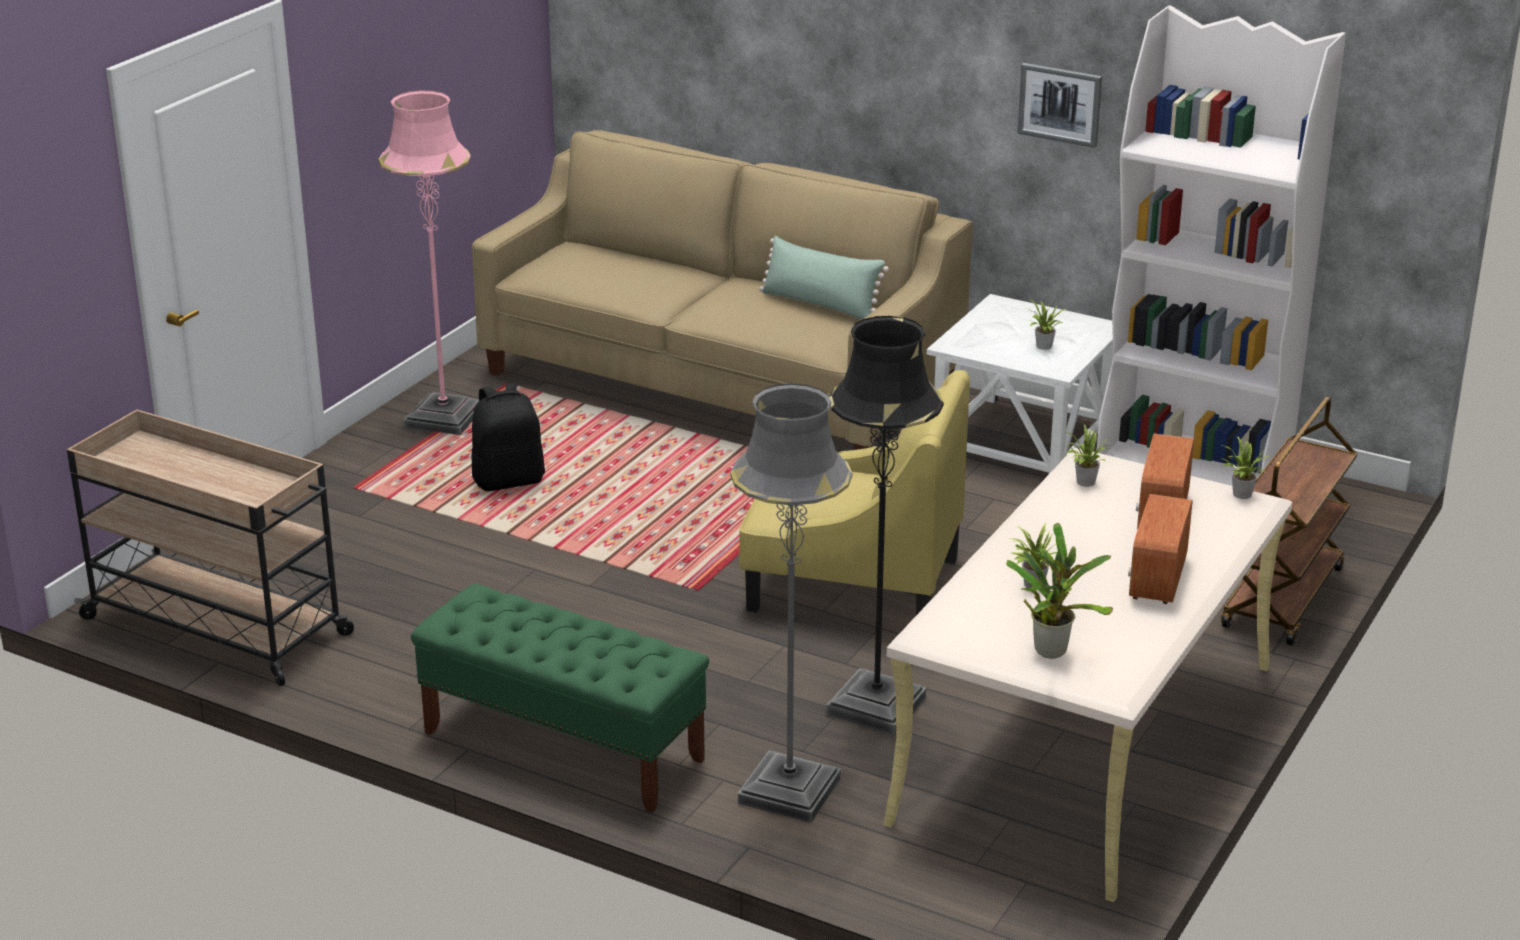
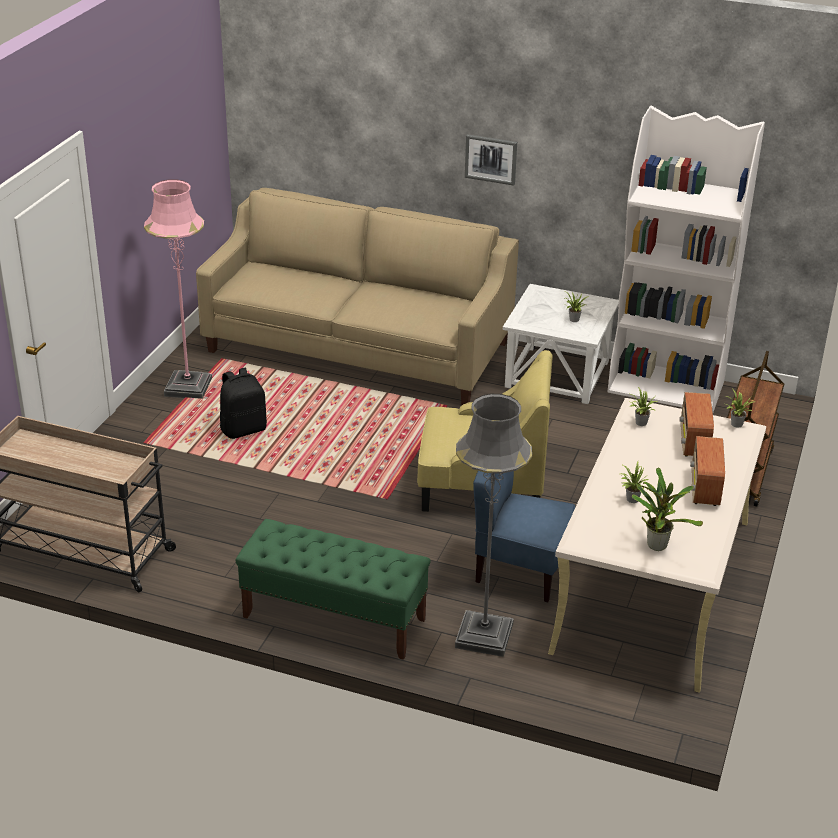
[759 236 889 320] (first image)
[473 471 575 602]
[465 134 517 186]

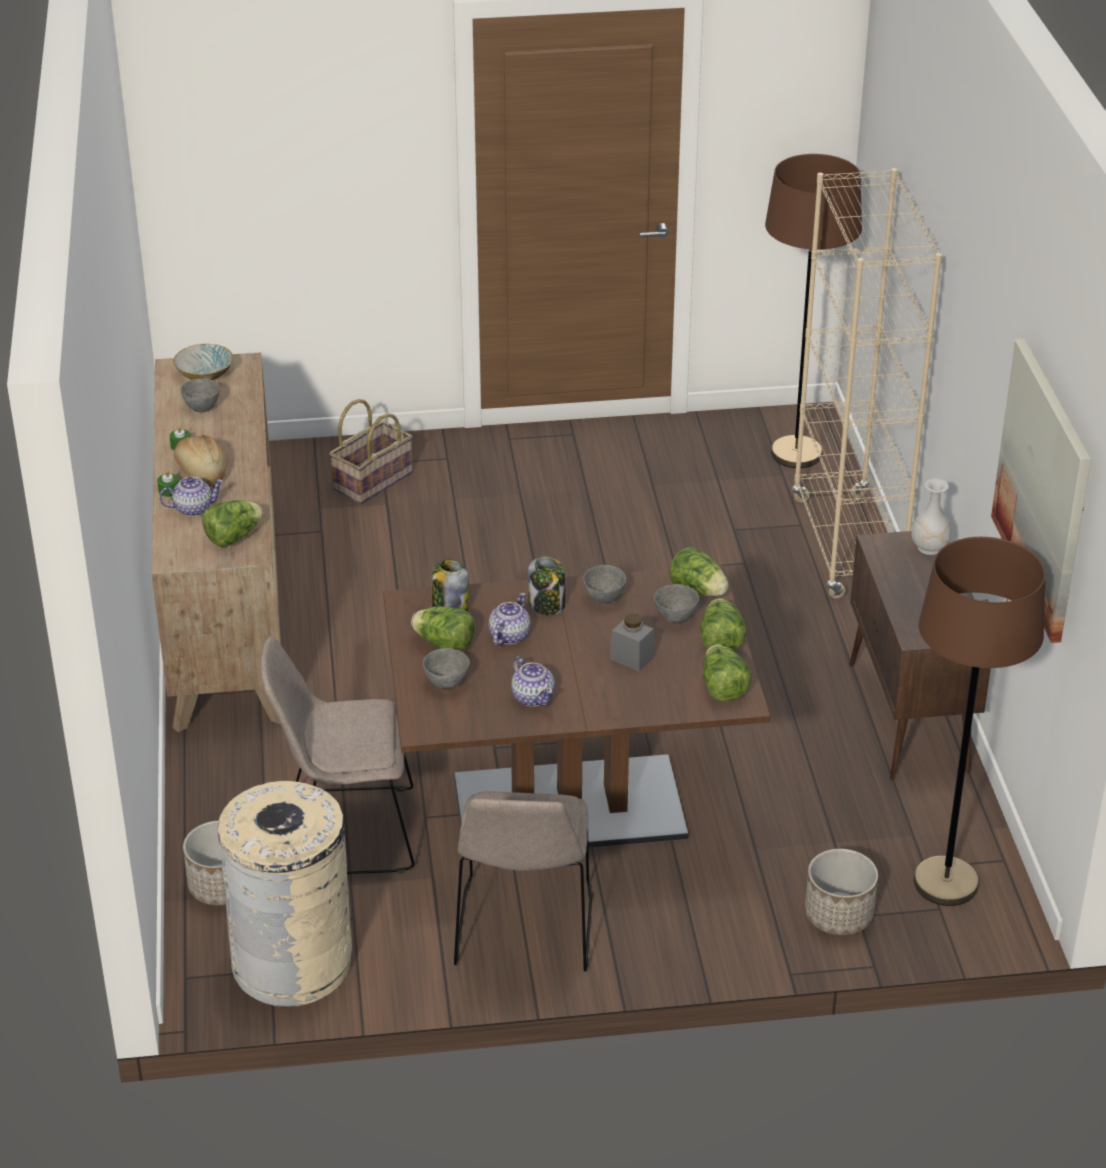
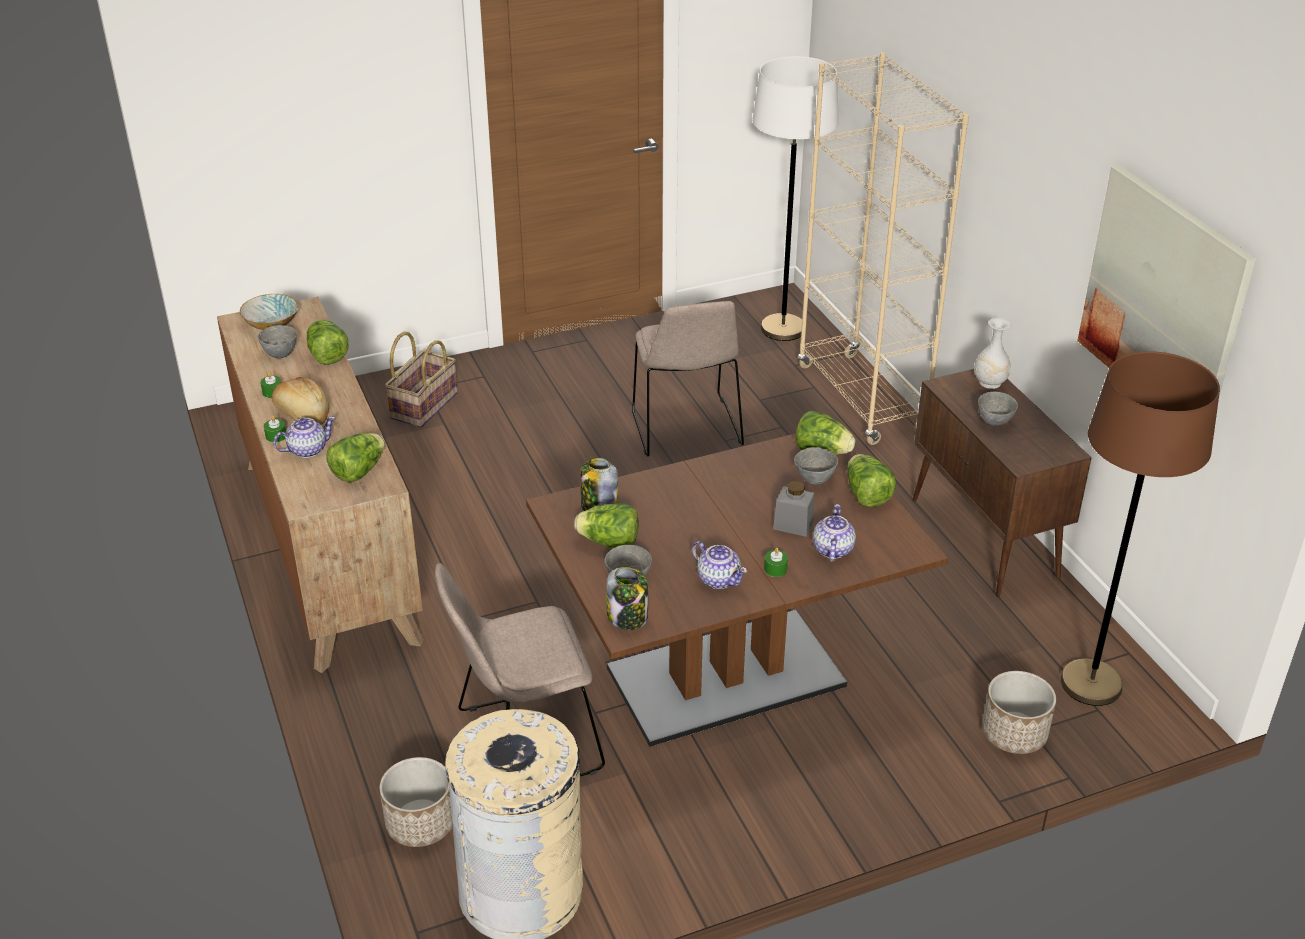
[632 301 744 457]
[813 504 856 562]
[607 567 648 630]
[978 392 1018 426]
[307 320 348 365]
[752 56 839 341]
[764 548 788 577]

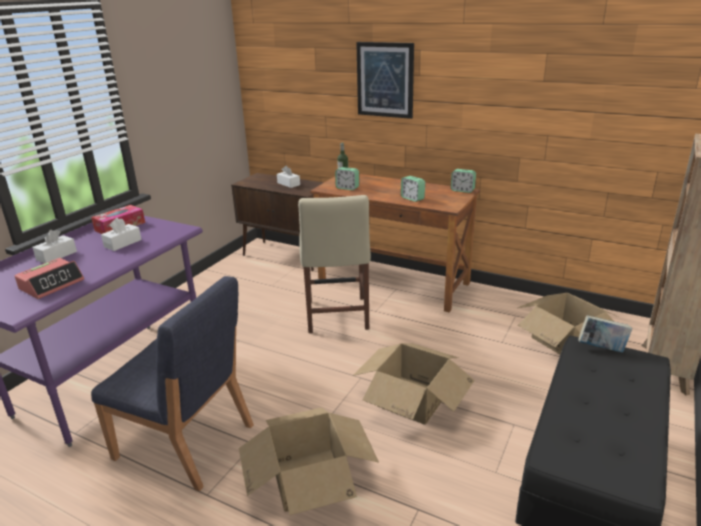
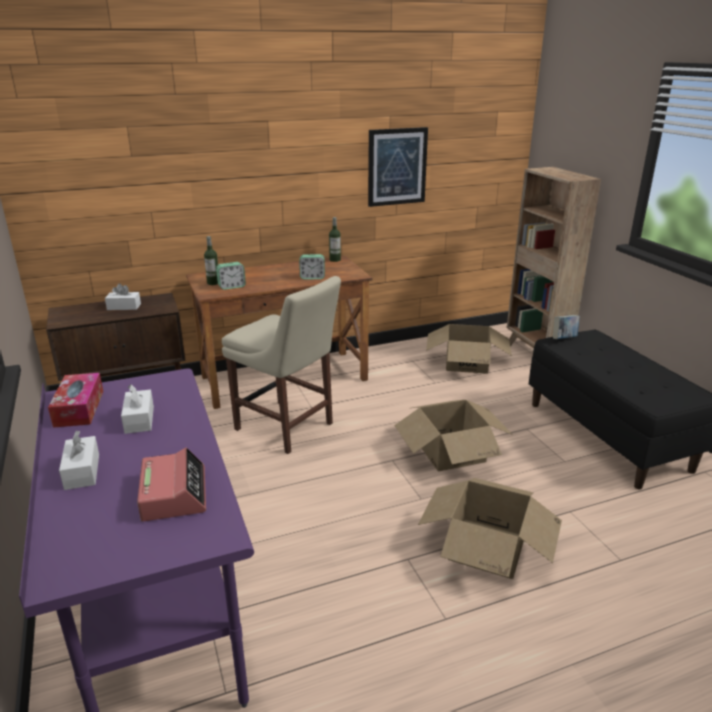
[91 276 254 491] (first image)
[368 127 428 207]
[329 217 341 262]

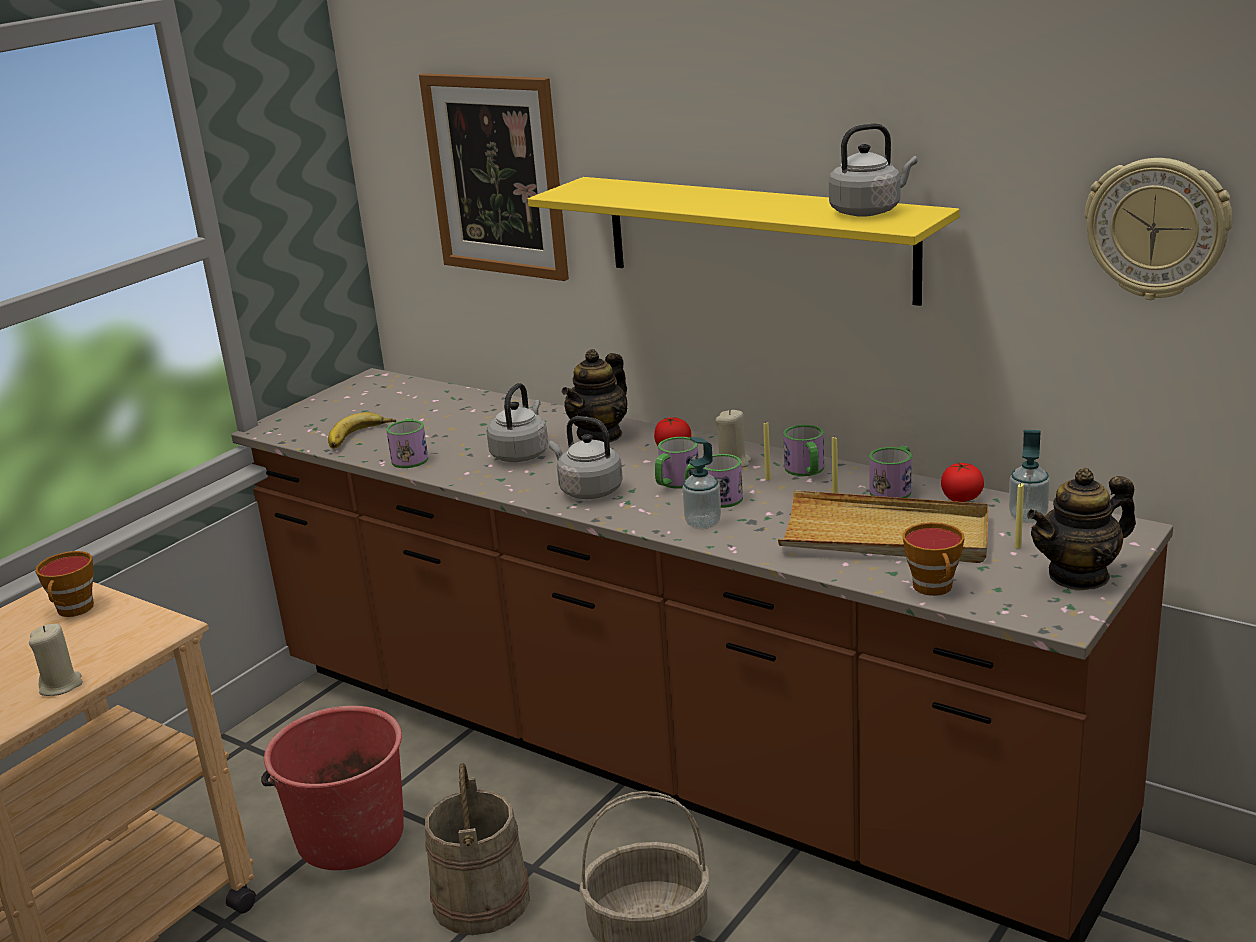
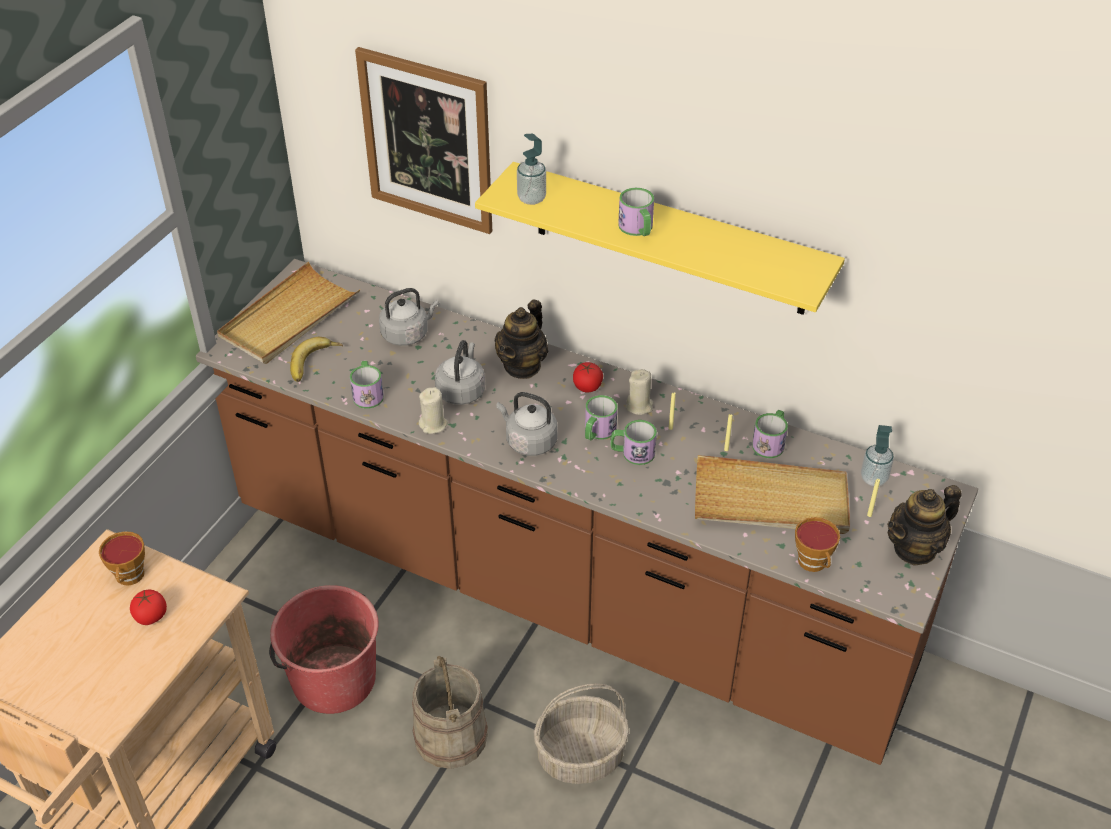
[419 387 448 434]
[517 134 546 205]
[618 188 654 236]
[379 288 439 346]
[130 590 167 625]
[1085 158 1232 300] (first image)
[217 262 360 364]

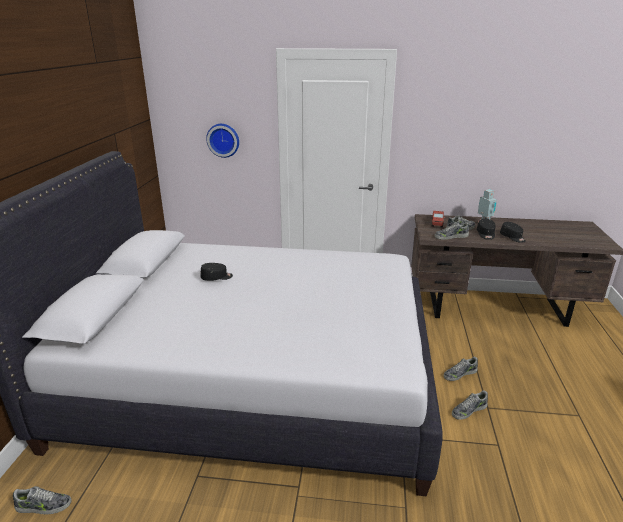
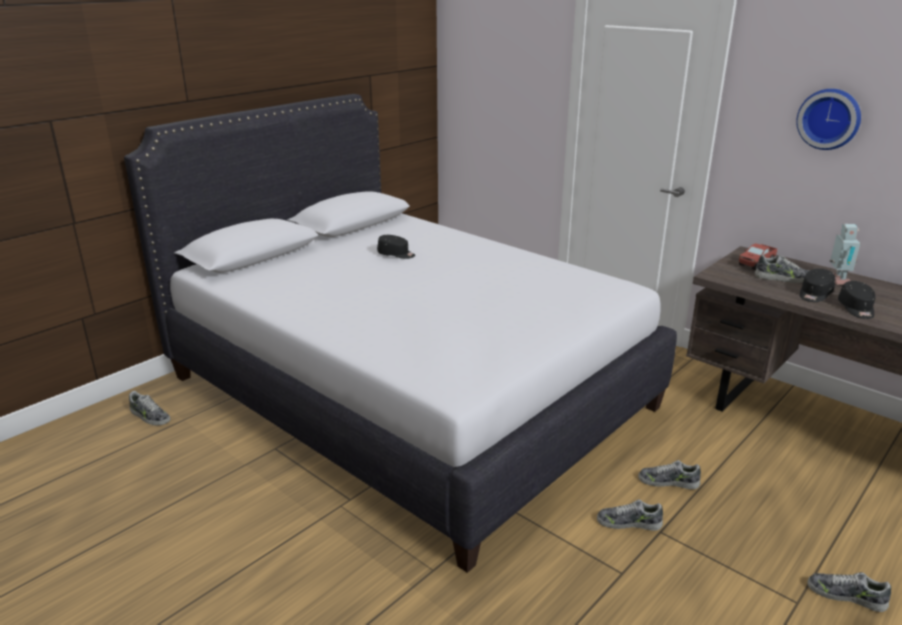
[796 89 861 150]
[807 572 891 612]

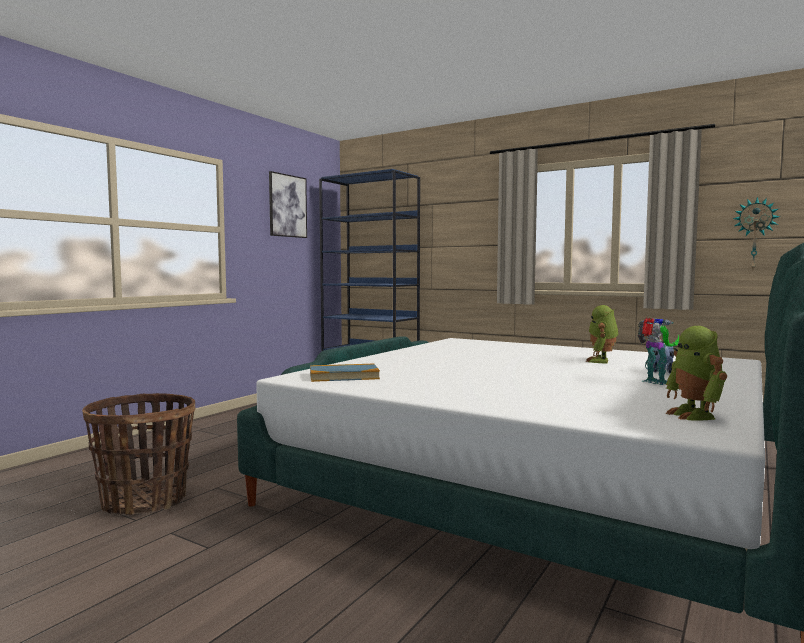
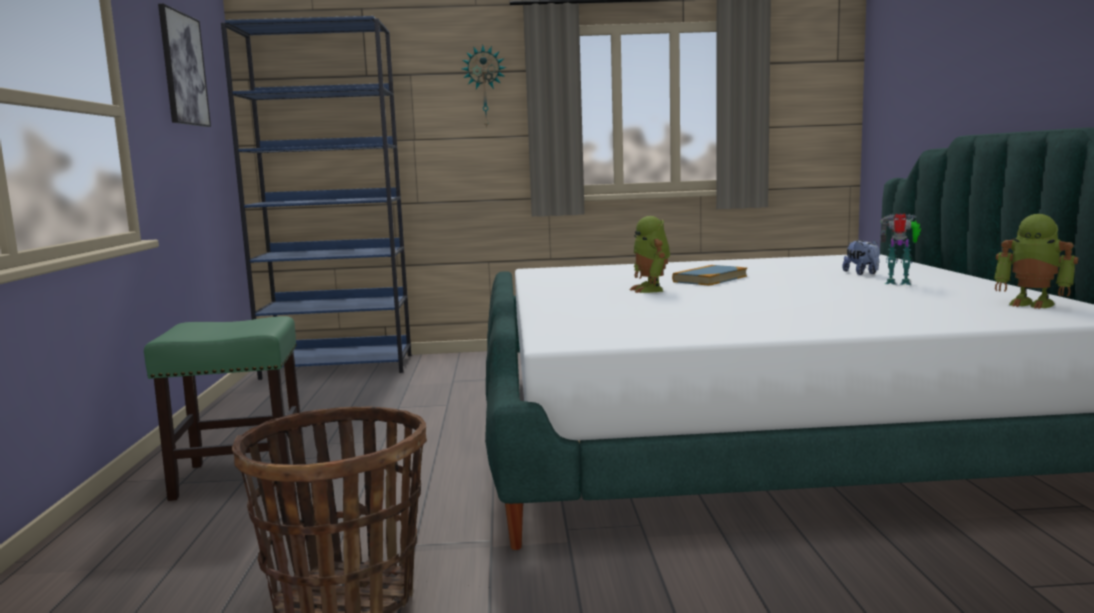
[672 265 747 286]
[630 216 670 293]
[462 45 506 129]
[144 316 305 501]

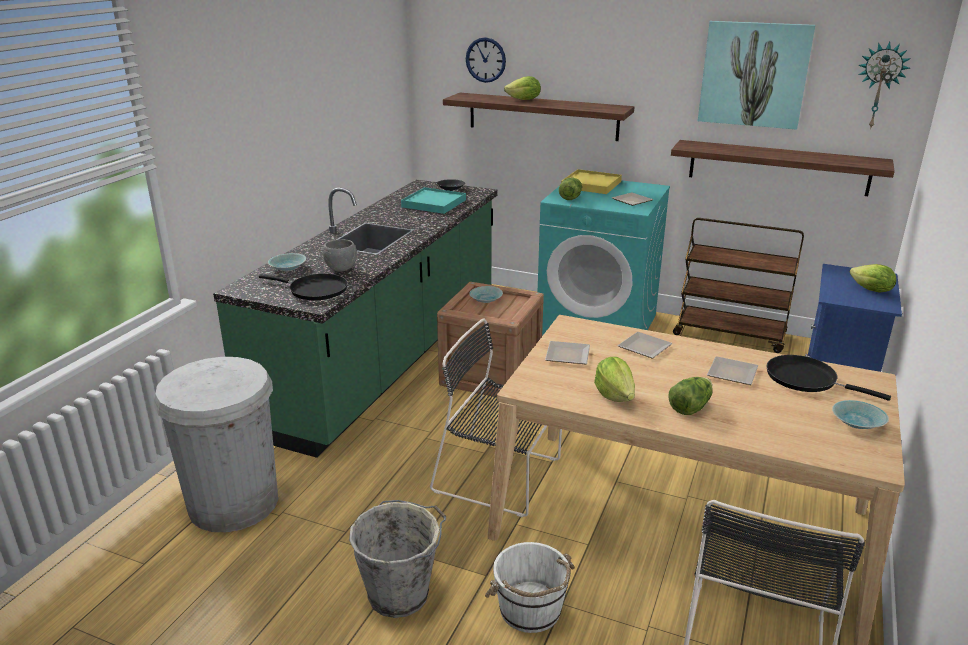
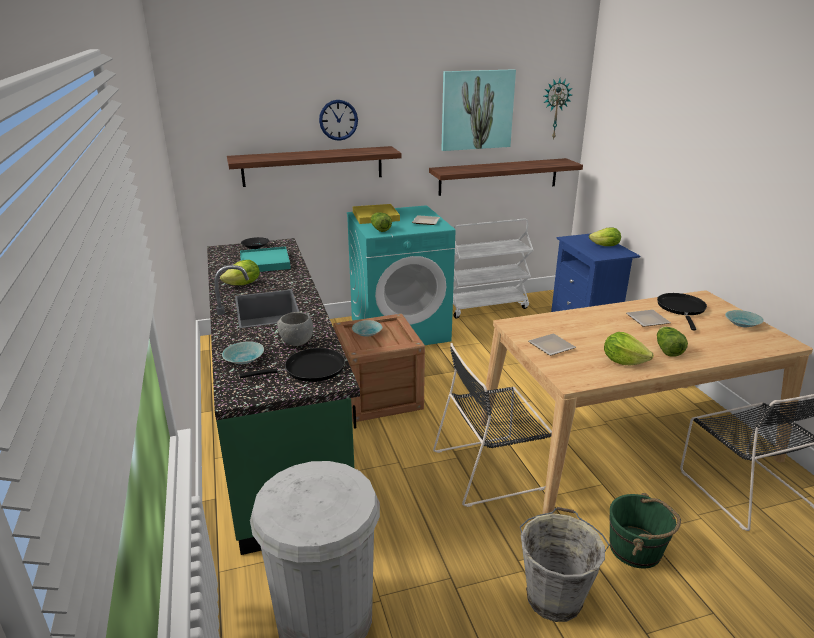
[319 100 358 141]
[609 493 681 569]
[220 260 260 285]
[617 332 673 359] (first image)
[453 219 533 318]
[657 293 707 330]

